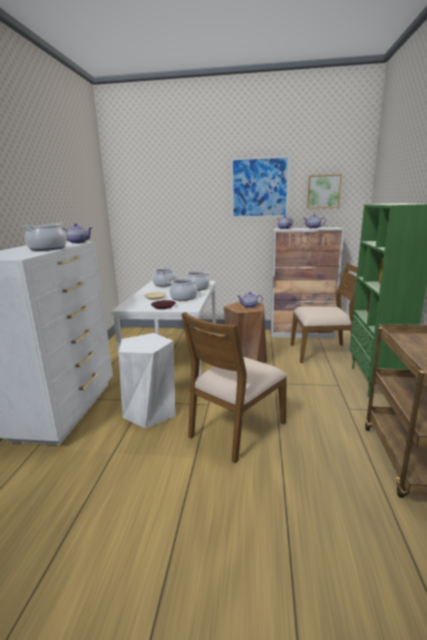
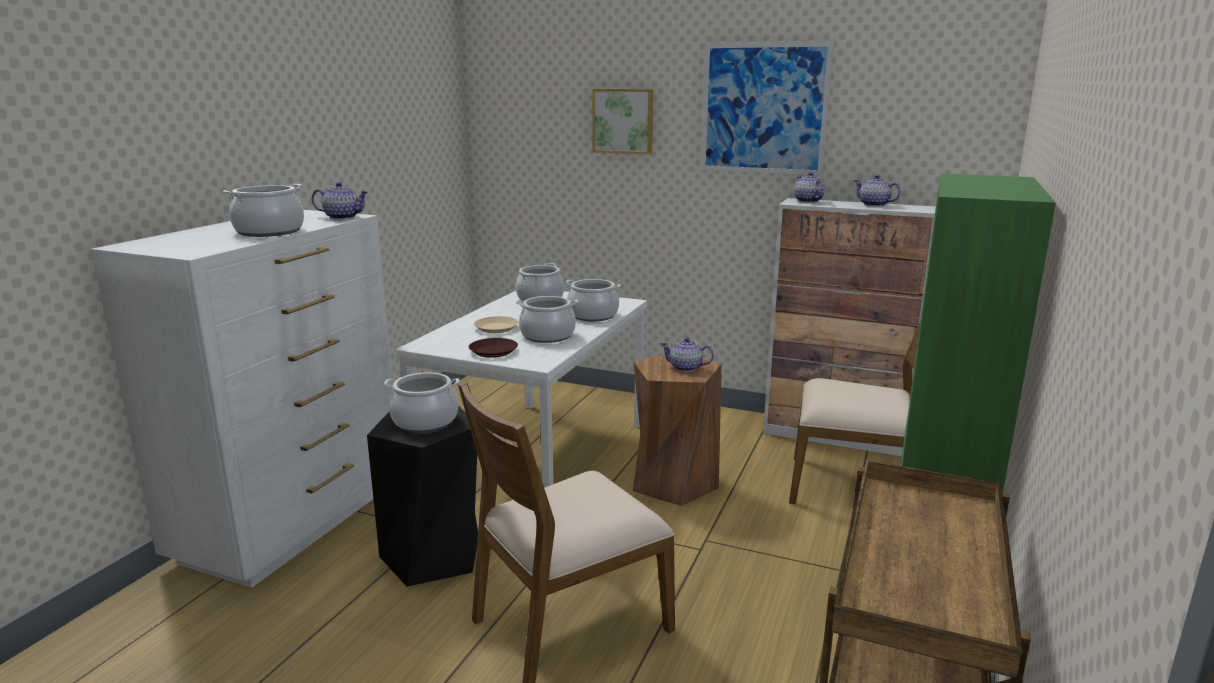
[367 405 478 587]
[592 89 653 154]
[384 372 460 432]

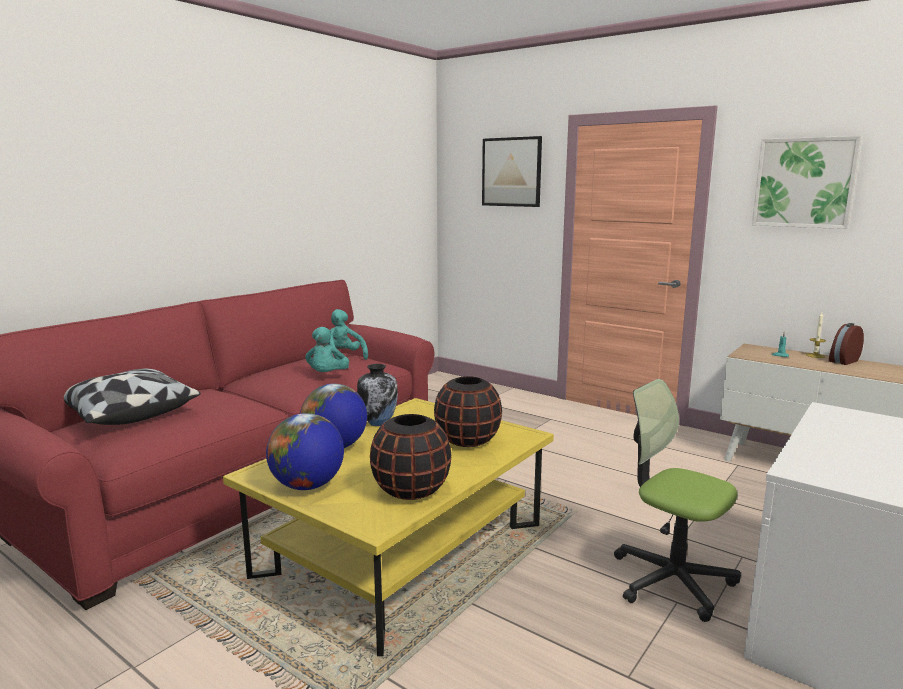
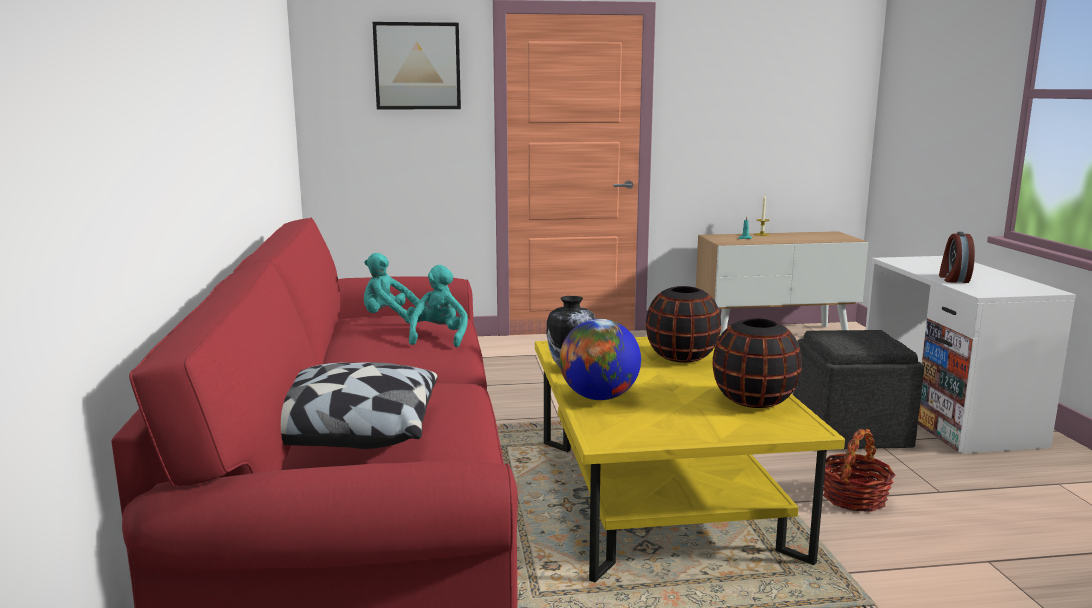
[266 413 344 490] (first image)
[407 265 468 347]
[793 330 924 449]
[752 136 862 229] (first image)
[939 232 975 283]
[823 429 896 512]

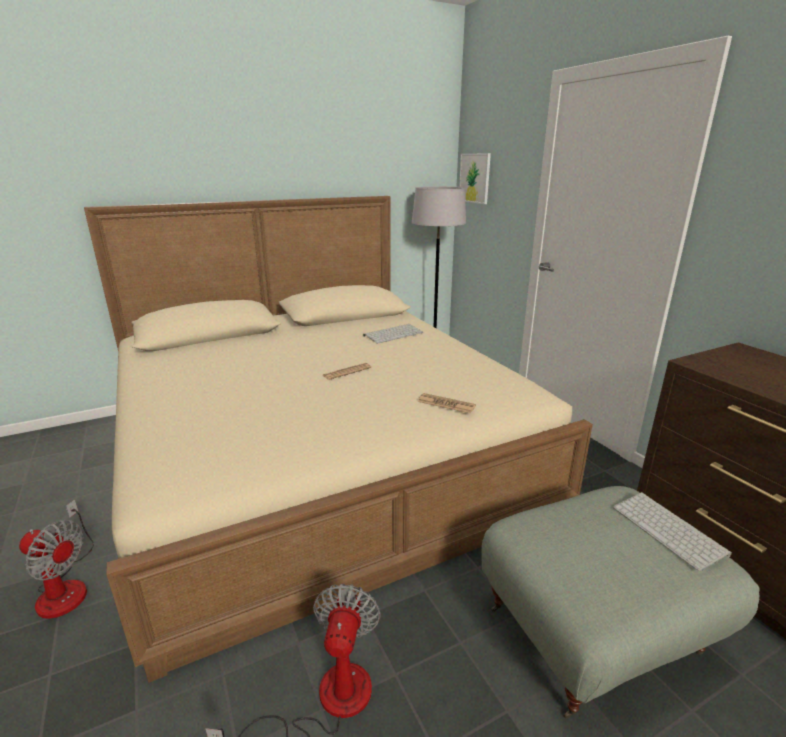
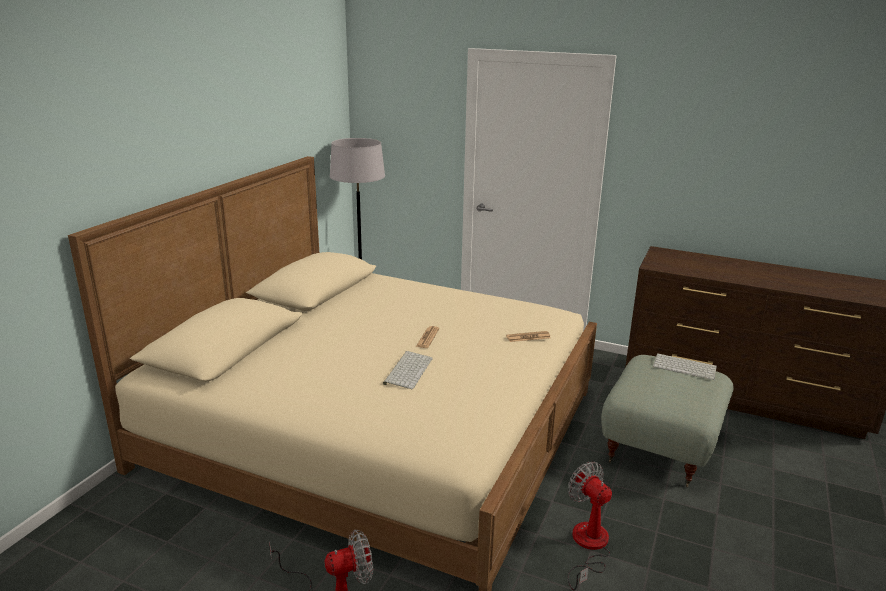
[383 351 433 389]
[459 153 491 204] (first image)

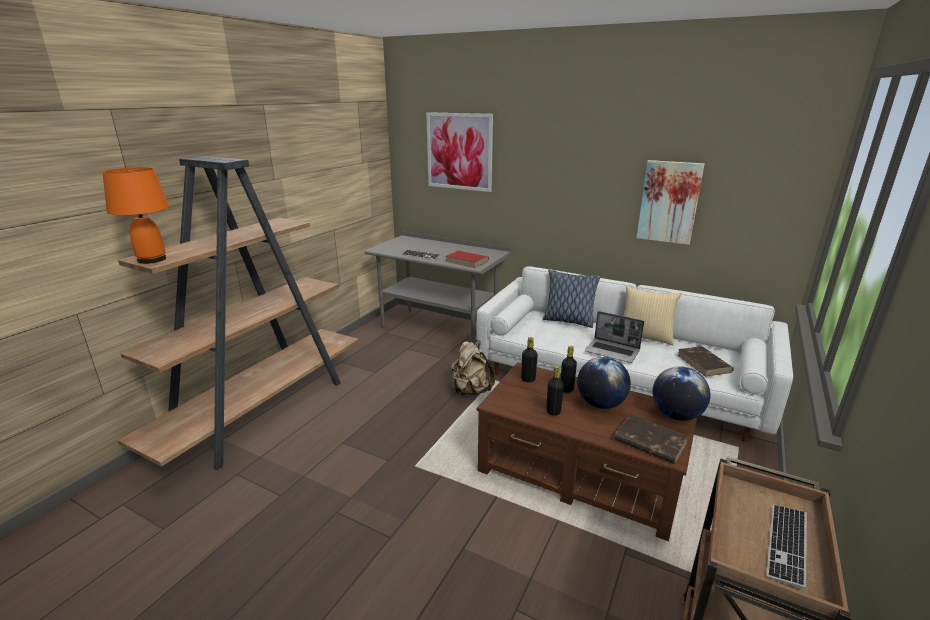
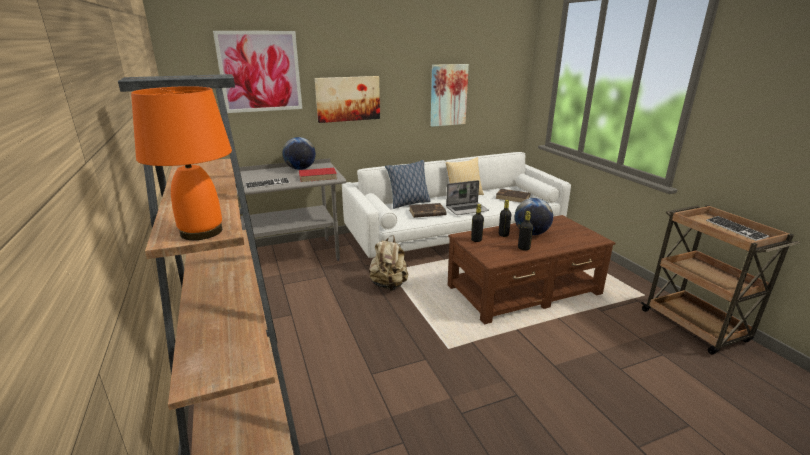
[409 203 446 218]
[282 137 316 170]
[315 76 380 123]

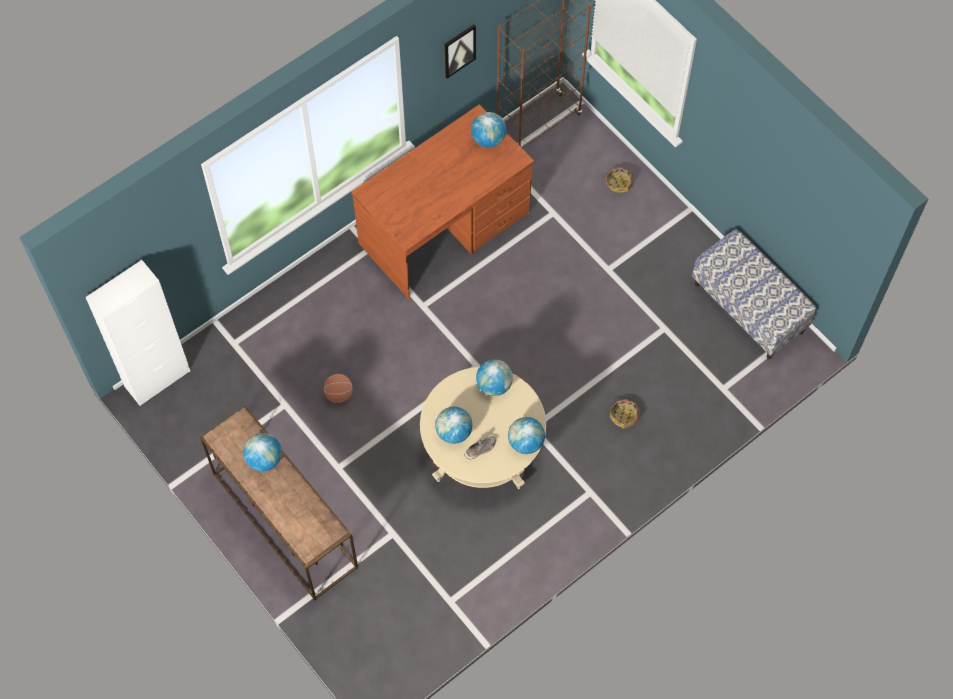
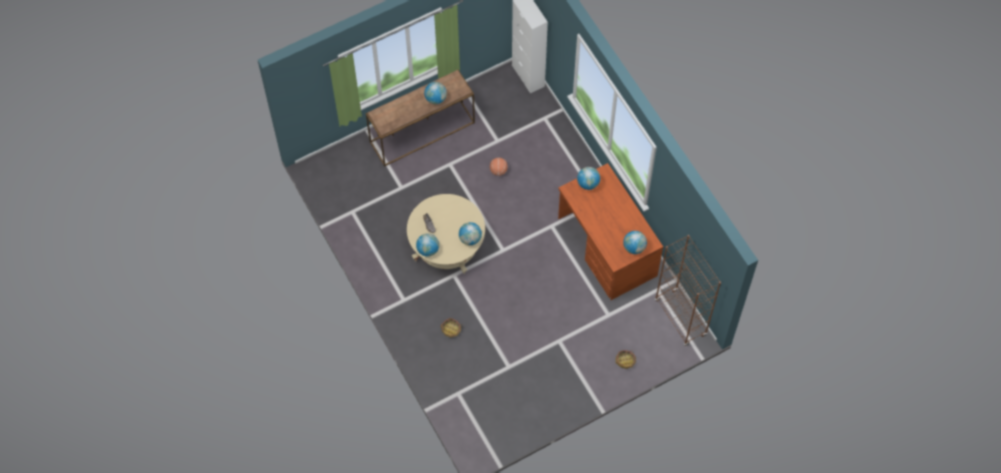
[577 167 600 190]
[444 24 476 78] (first image)
[692 229 817 359] (first image)

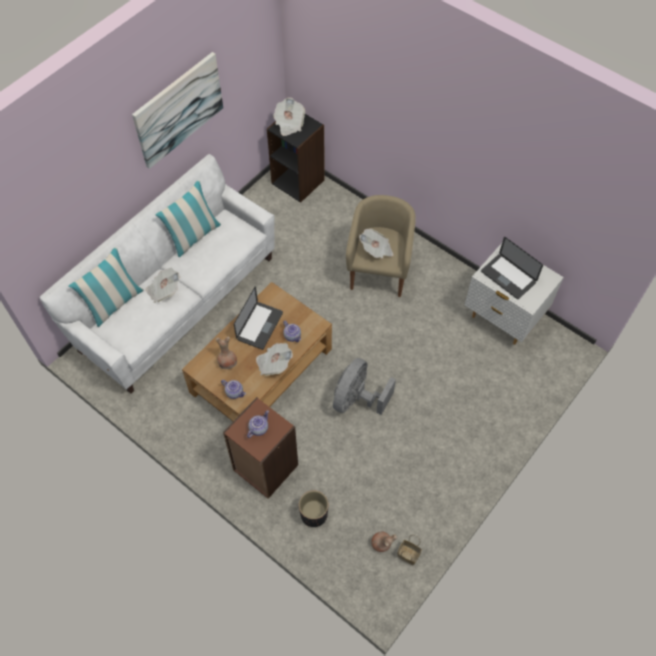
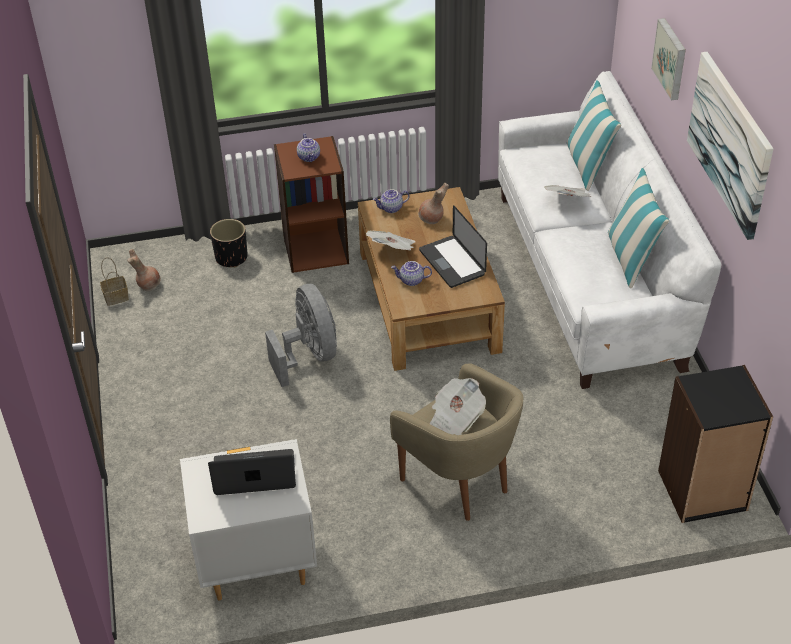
[273 98 305 136] (first image)
[651 18 686 101]

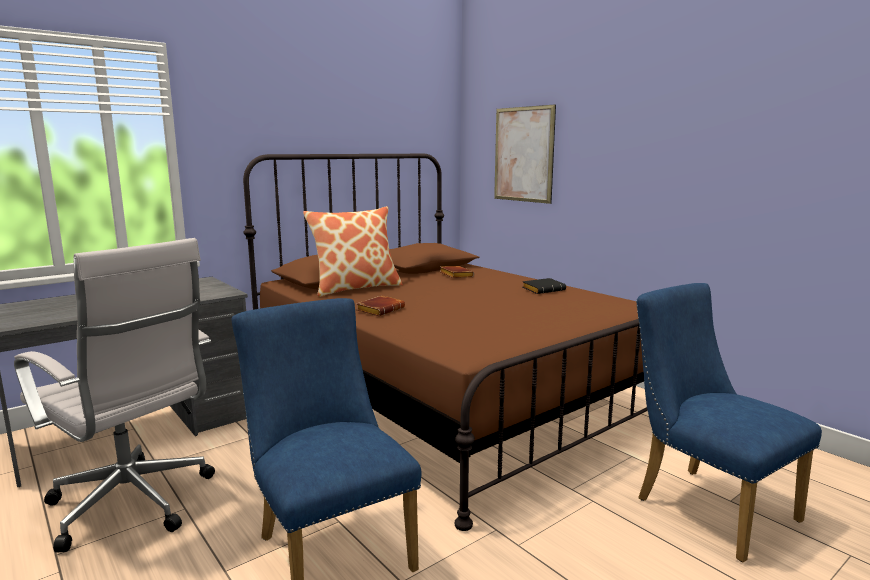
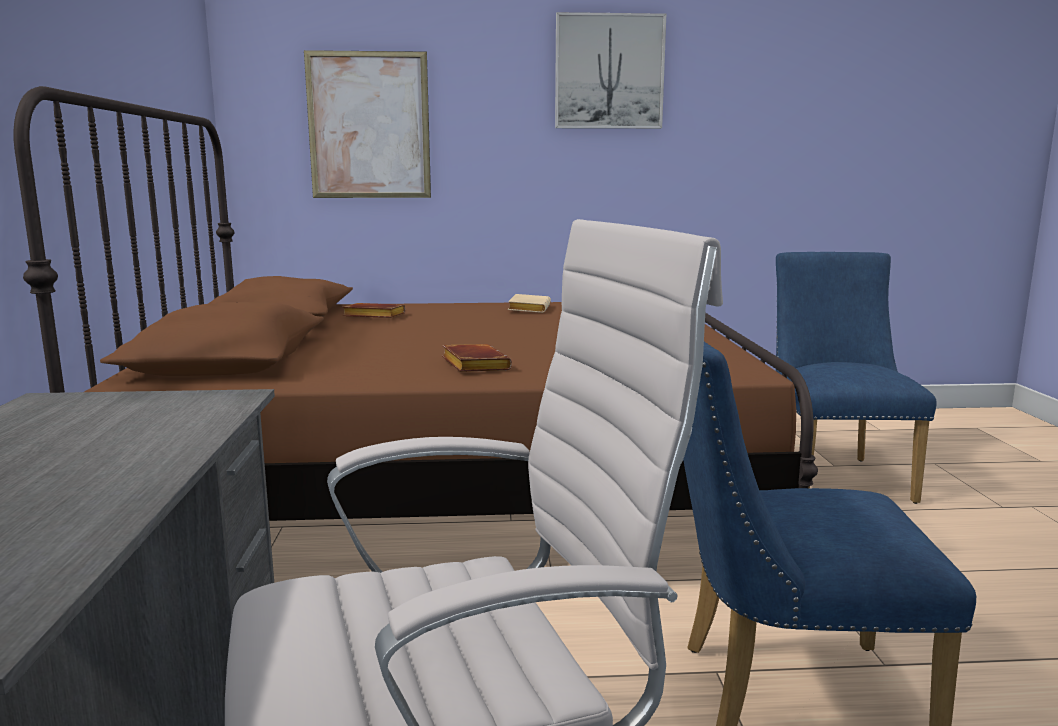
[303 206 403 297] (first image)
[508 294 551 313]
[776 252 937 504]
[555 12 666 129]

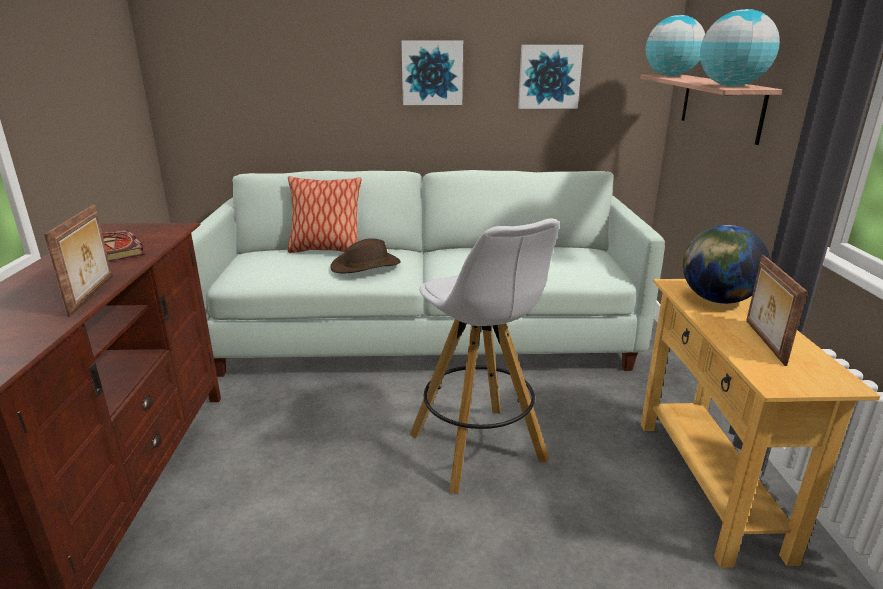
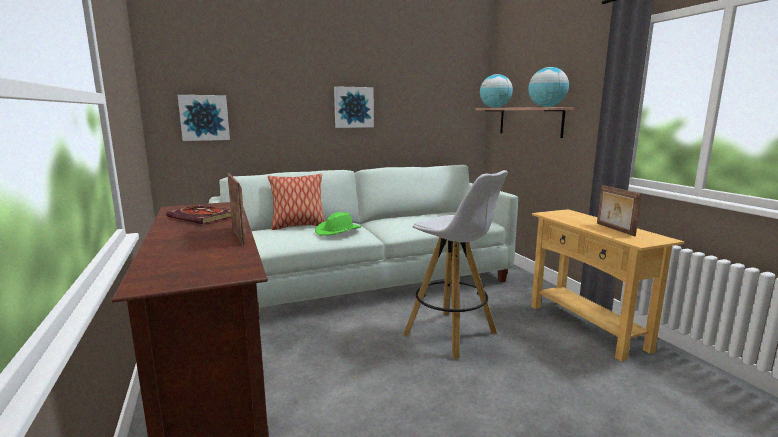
[315 212 362 236]
[178 95 230 141]
[683 225 770 304] (first image)

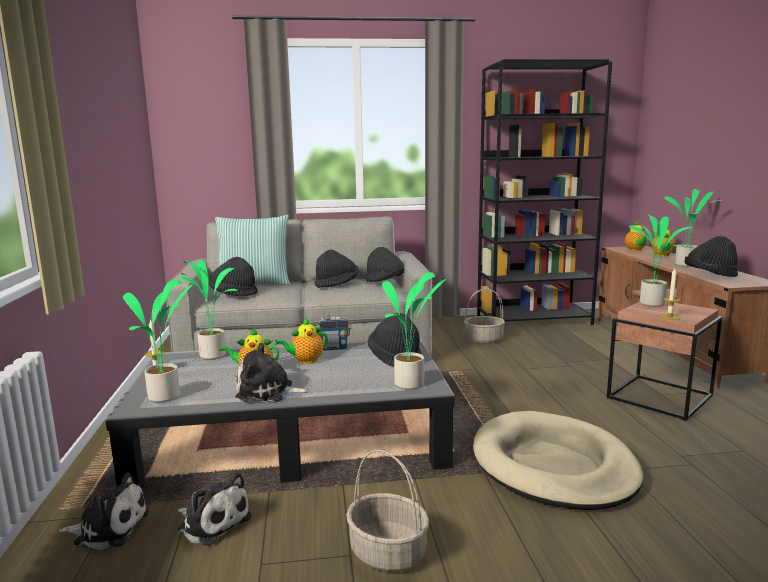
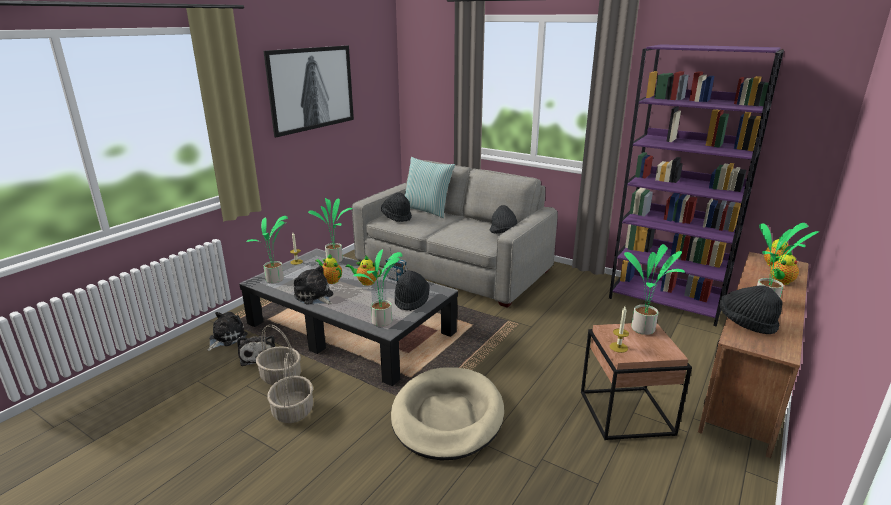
[207 312 248 351]
[315 250 358 288] (first image)
[256 324 301 385]
[609 44 784 327]
[263 46 354 137]

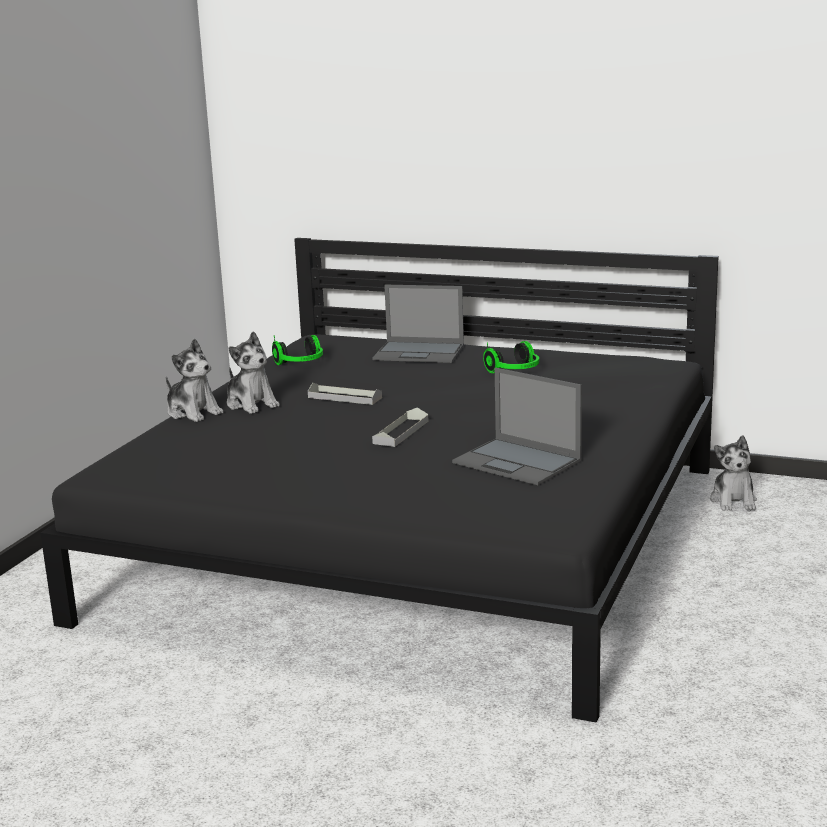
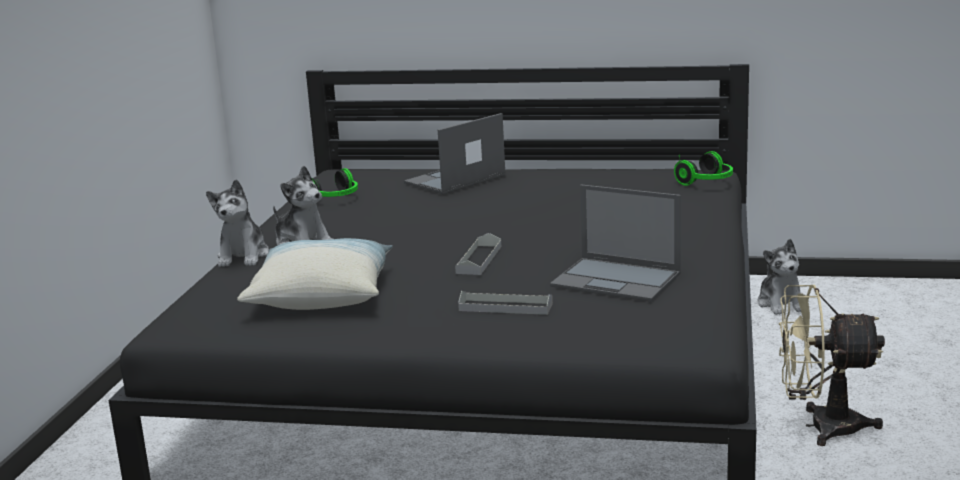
[206 179 269 267]
[458 291 553 315]
[404 113 506 195]
[674 151 733 186]
[237 238 393 310]
[779 285 885 446]

